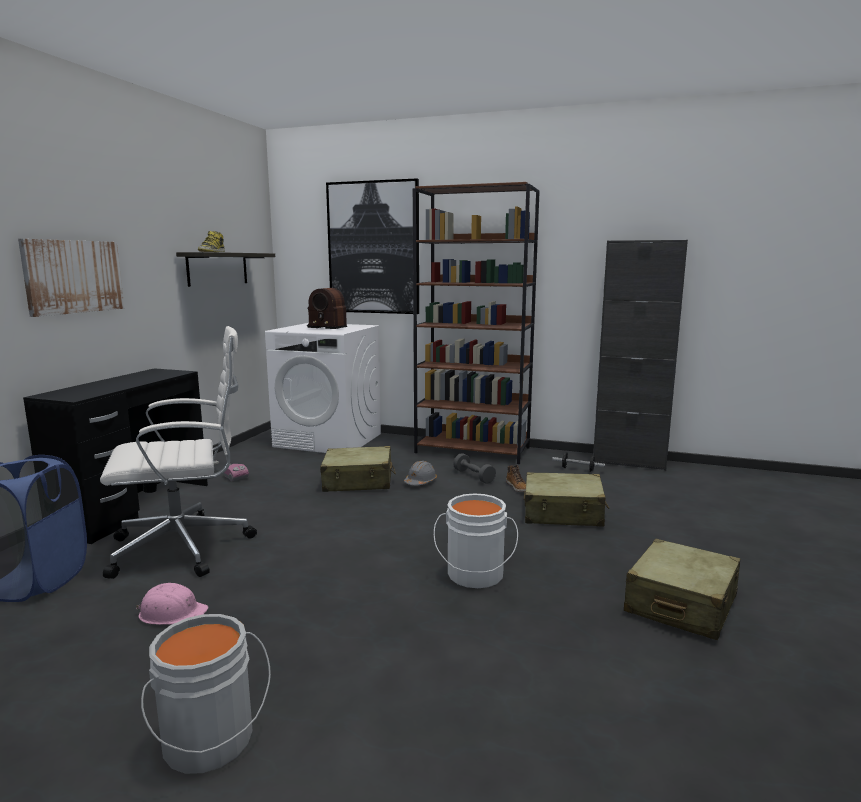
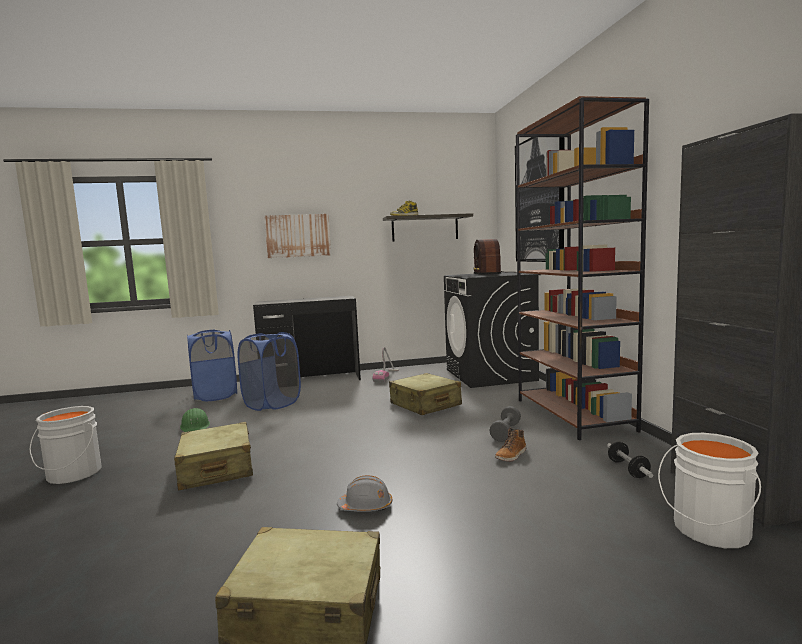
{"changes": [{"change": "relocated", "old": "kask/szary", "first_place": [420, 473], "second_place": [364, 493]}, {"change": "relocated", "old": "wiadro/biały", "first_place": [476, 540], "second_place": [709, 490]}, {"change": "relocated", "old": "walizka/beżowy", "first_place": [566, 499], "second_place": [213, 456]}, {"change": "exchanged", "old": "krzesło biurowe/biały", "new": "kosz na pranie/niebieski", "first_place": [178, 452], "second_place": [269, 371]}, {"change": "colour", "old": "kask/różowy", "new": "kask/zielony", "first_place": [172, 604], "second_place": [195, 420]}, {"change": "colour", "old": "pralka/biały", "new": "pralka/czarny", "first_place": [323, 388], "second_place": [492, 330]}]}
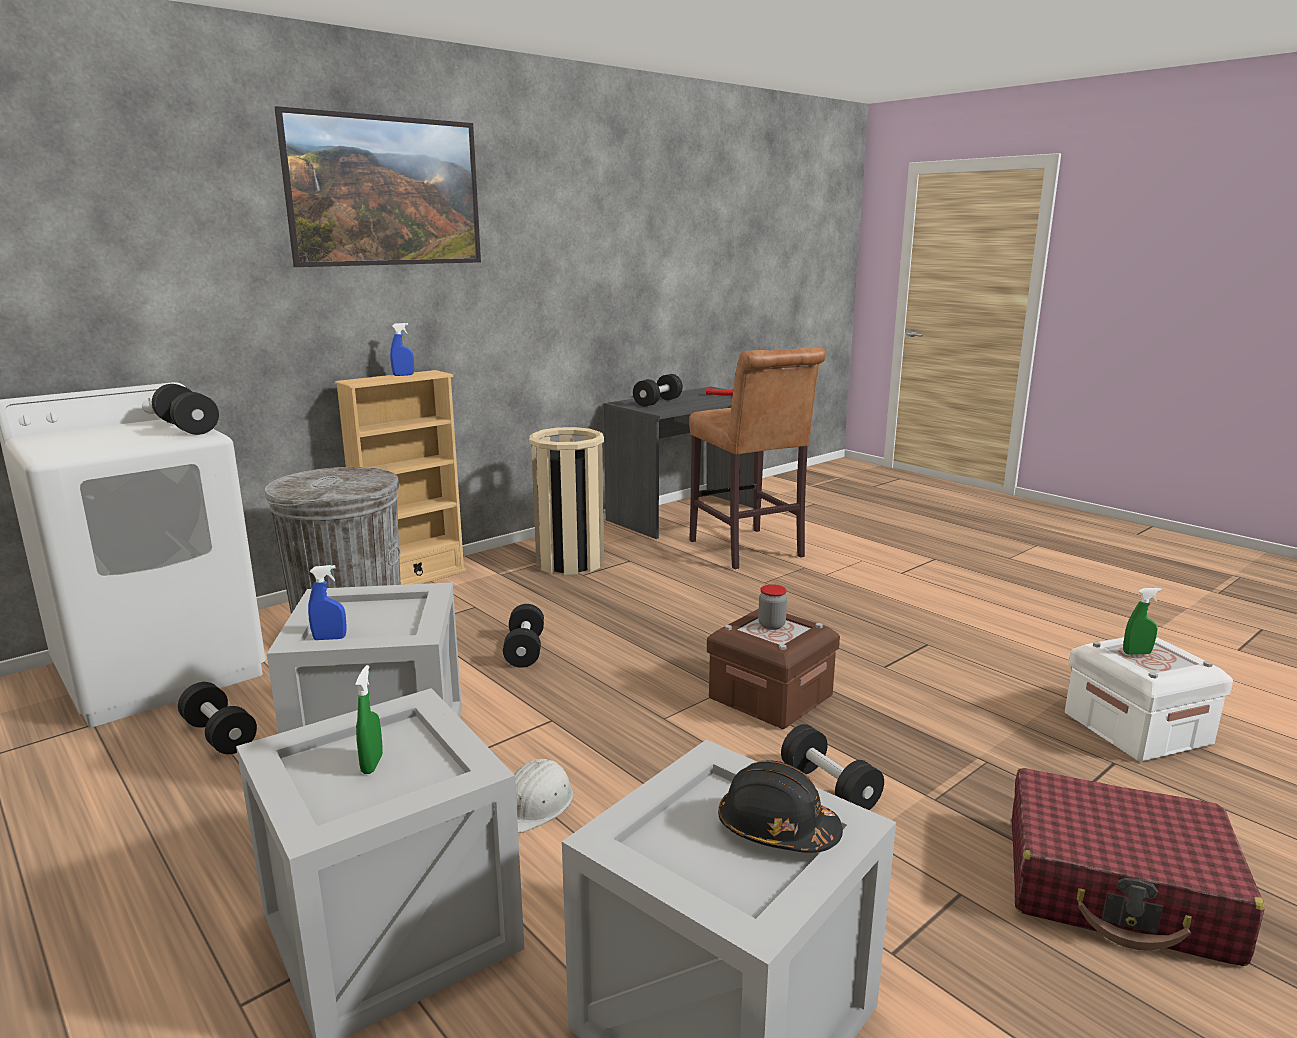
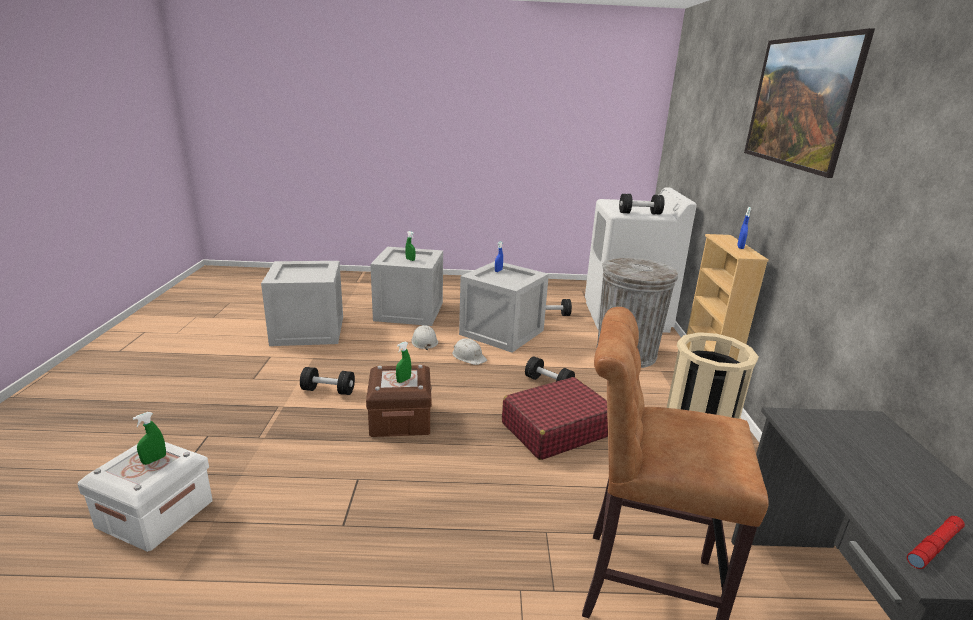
{"changes": [{"change": "missing", "old": "hantel/czarny", "first_place": [658, 390]}, {"change": "missing", "old": "kask/czarny", "first_place": [780, 806]}, {"change": "appeared", "new": "kask/biały", "second_place": [469, 351]}, {"change": "relocated", "old": "walizka/czerwony", "first_place": [1138, 867], "second_place": [555, 418]}, {"change": "exchanged", "old": "słoik", "new": "spryskiwacz/zielony", "first_place": [772, 607], "second_place": [403, 362]}]}
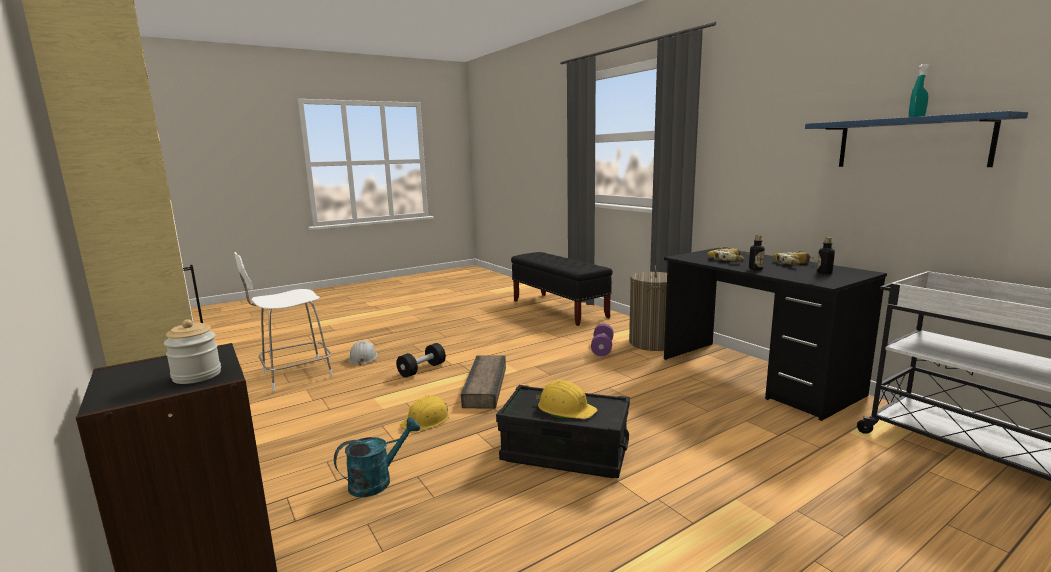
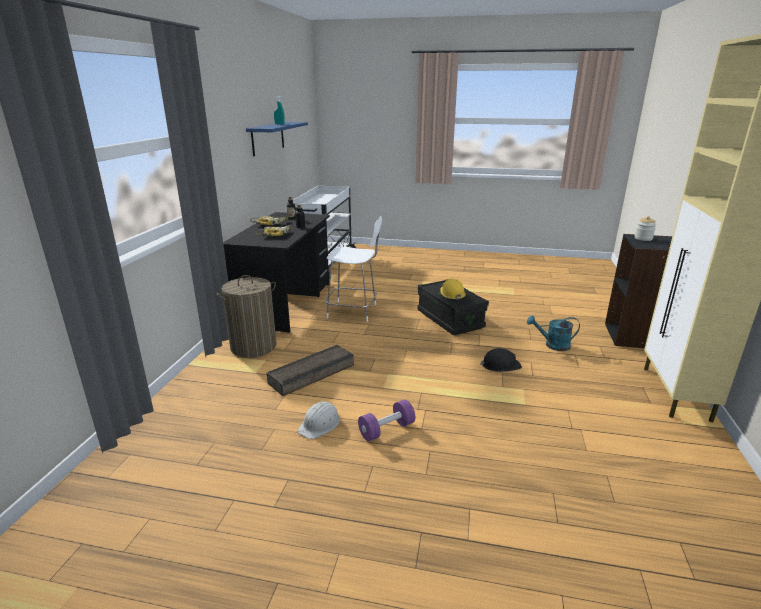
{"changes": [{"change": "missing", "old": "hantel/czarny", "first_place": [421, 360]}, {"change": "missing", "old": "ławka/czarny", "first_place": [562, 289]}, {"change": "relocated", "old": "krzesło/biały", "first_place": [284, 321], "second_place": [353, 269]}, {"change": "relocated", "old": "kask/biały", "first_place": [363, 353], "second_place": [318, 420]}, {"change": "relocated", "old": "skrzynka", "first_place": [483, 381], "second_place": [310, 370]}, {"change": "relocated", "old": "hantel/fioletowy", "first_place": [602, 339], "second_place": [386, 420]}, {"change": "colour", "old": "kask/żółty", "new": "kask/czarny", "first_place": [424, 413], "second_place": [501, 360]}]}
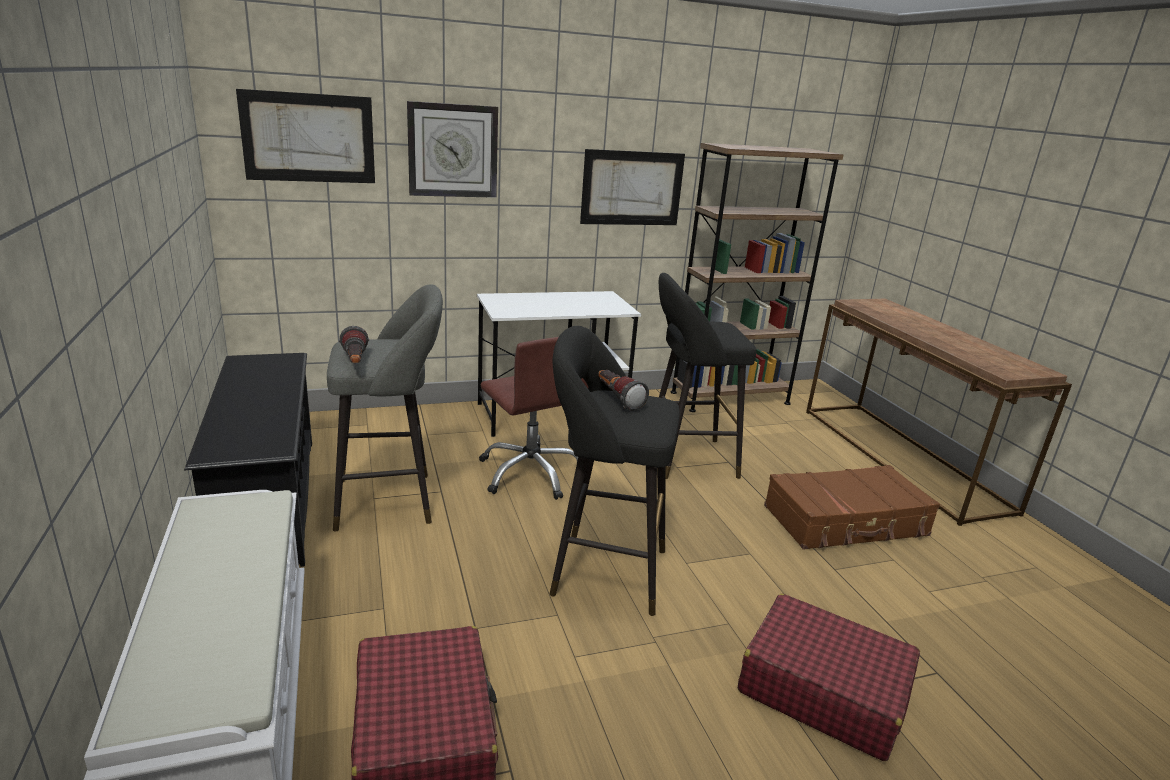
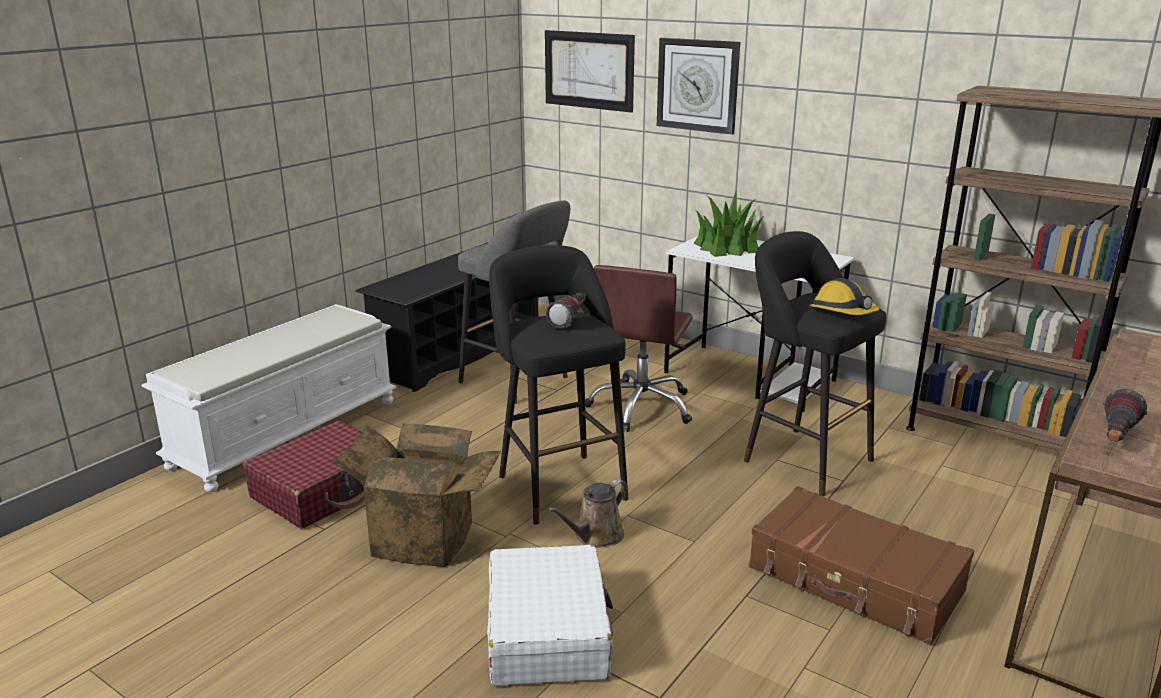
{"changes": [{"change": "missing", "old": "obraz", "first_place": [632, 187]}, {"change": "appeared", "new": "karton", "second_place": [417, 495]}, {"change": "appeared", "new": "konewka/brązowy", "second_place": [587, 513]}, {"change": "appeared", "new": "roślina doniczkowa", "second_place": [729, 224]}, {"change": "appeared", "new": "kask", "second_place": [844, 296]}, {"change": "relocated", "old": "latarka", "first_place": [354, 344], "second_place": [1125, 415]}, {"change": "colour", "old": "walizka/czerwony", "new": "walizka/biały", "first_place": [829, 677], "second_place": [550, 615]}]}
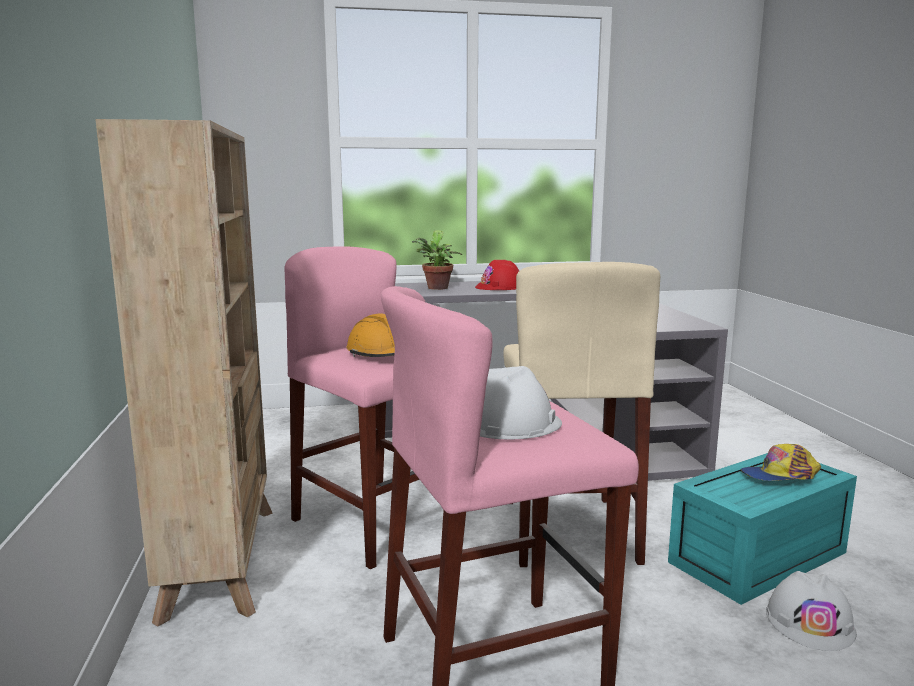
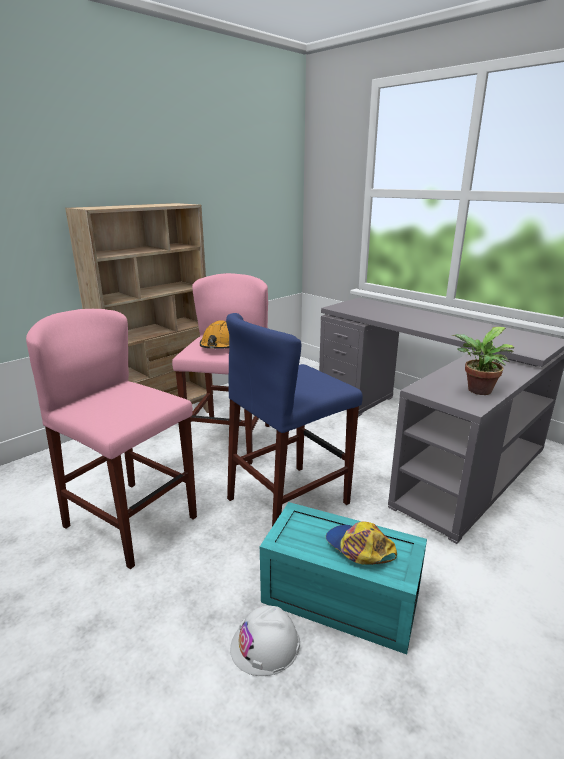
{"changes": [{"change": "missing", "old": "kask/czerwony", "first_place": [497, 275]}, {"change": "missing", "old": "kask/biały", "first_place": [521, 403]}, {"change": "relocated", "old": "roślina doniczkowa", "first_place": [437, 260], "second_place": [483, 361]}, {"change": "colour", "old": "stołek/beżowy", "new": "stołek/niebieski", "first_place": [581, 414], "second_place": [294, 420]}]}
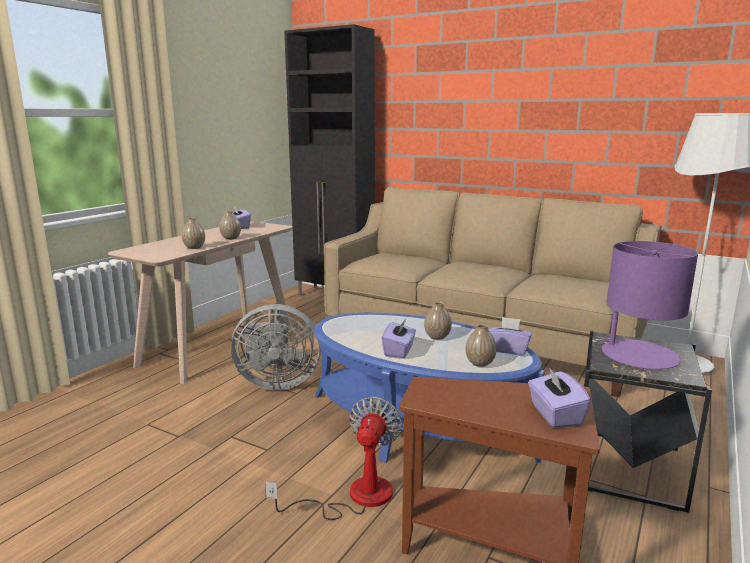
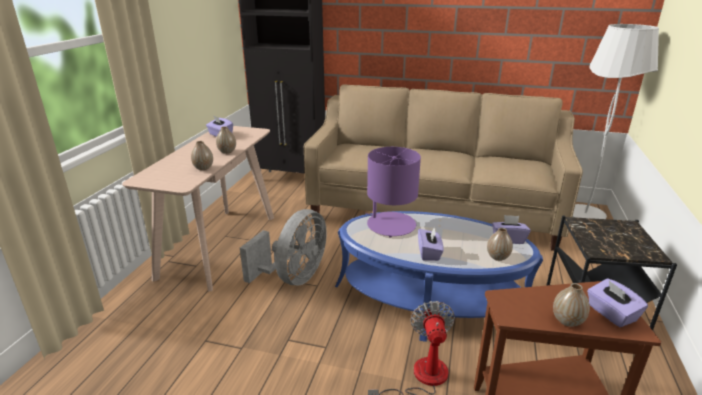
{"changes": [{"change": "relocated", "old": "wazon", "first_place": [438, 321], "second_place": [571, 305]}, {"change": "relocated", "old": "lampa stołowa/fioletowy", "first_place": [647, 305], "second_place": [393, 192]}, {"change": "spun", "old": "wentylator/szary", "first_place": [276, 347], "second_place": [283, 247], "degrees": -45}]}
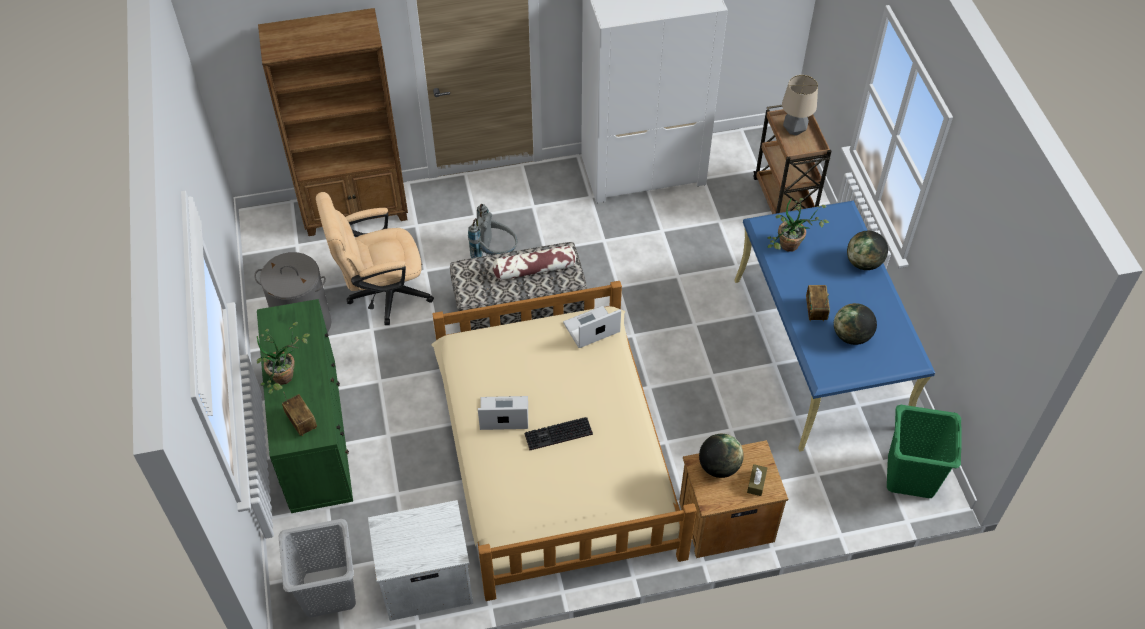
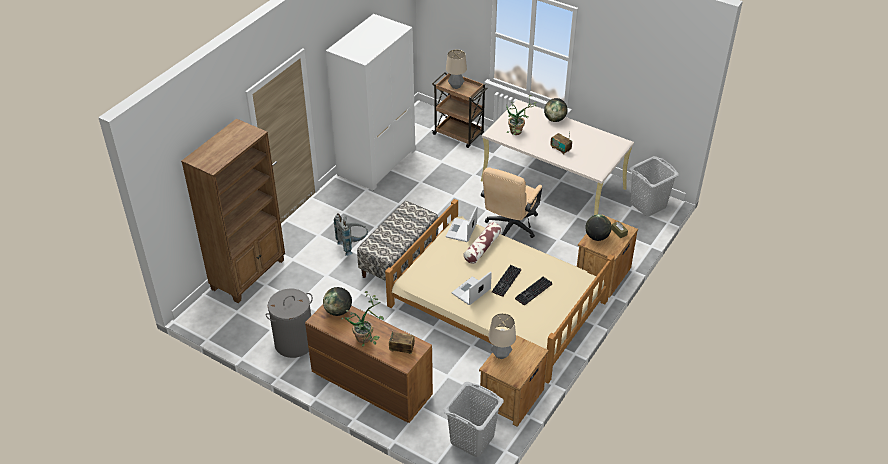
{"changes": [{"change": "appeared", "new": "lampa stołowa", "second_place": [502, 336]}, {"change": "appeared", "new": "klawiatura", "second_place": [534, 291]}, {"change": "relocated", "old": "krzesło biurowe/beżowy", "first_place": [375, 258], "second_place": [511, 202]}, {"change": "relocated", "old": "poduszka", "first_place": [534, 263], "second_place": [482, 243]}, {"change": "relocated", "old": "globus", "first_place": [855, 324], "second_place": [337, 301]}, {"change": "colour", "old": "komoda/zielony", "new": "komoda/brązowy", "first_place": [305, 406], "second_place": [369, 364]}, {"change": "colour", "old": "szafka nocna/biały", "new": "szafka nocna/brązowy", "first_place": [420, 560], "second_place": [514, 381]}, {"change": "colour", "old": "biurko/niebieski", "new": "biurko/beżowy", "first_place": [834, 326], "second_place": [557, 157]}, {"change": "colour", "old": "kosz na pranie/zielony", "new": "kosz na pranie/szary", "first_place": [924, 451], "second_place": [654, 186]}]}
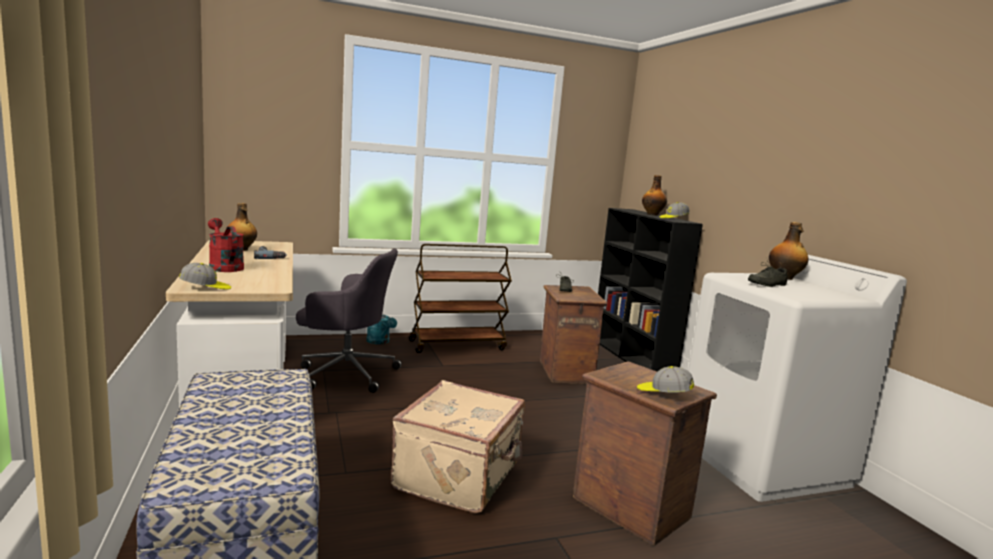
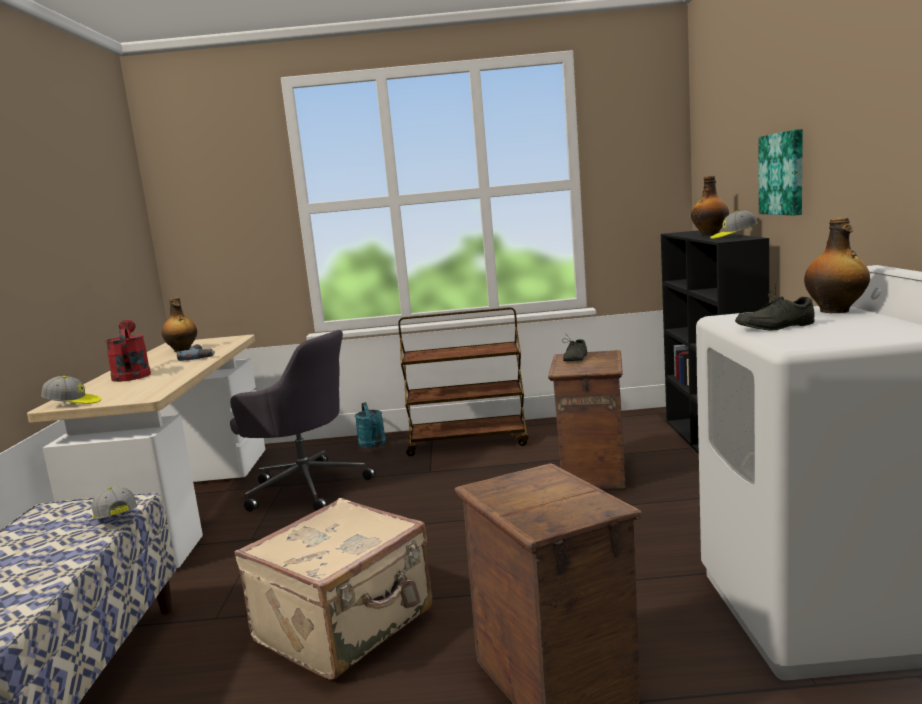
{"changes": [{"change": "appeared", "new": "obraz", "second_place": [780, 172]}, {"change": "relocated", "old": "czapka z daszkiem", "first_place": [665, 379], "second_place": [114, 503]}]}
